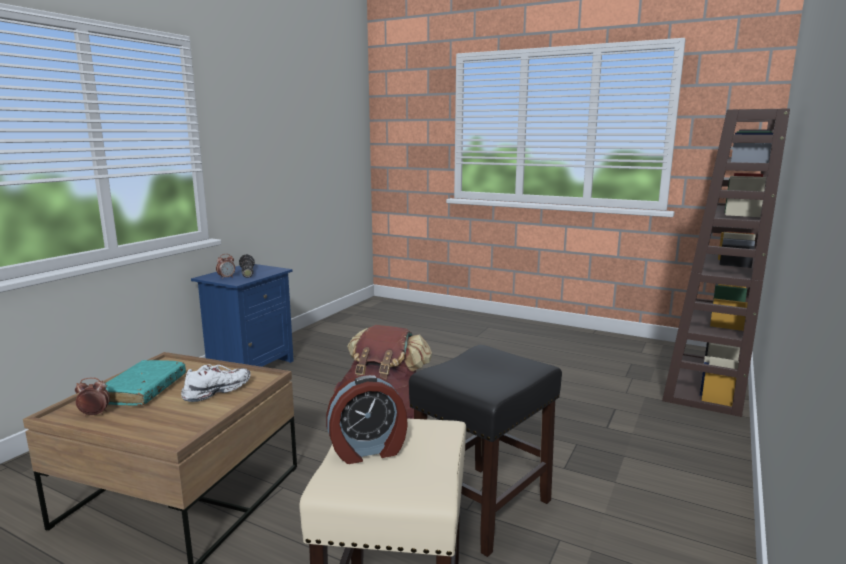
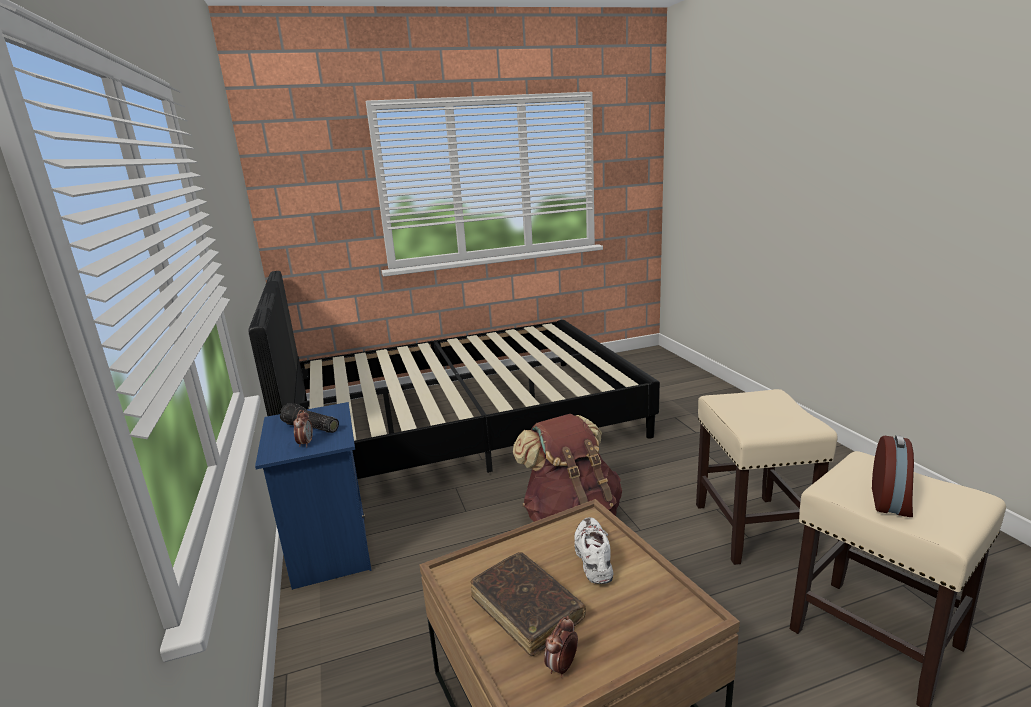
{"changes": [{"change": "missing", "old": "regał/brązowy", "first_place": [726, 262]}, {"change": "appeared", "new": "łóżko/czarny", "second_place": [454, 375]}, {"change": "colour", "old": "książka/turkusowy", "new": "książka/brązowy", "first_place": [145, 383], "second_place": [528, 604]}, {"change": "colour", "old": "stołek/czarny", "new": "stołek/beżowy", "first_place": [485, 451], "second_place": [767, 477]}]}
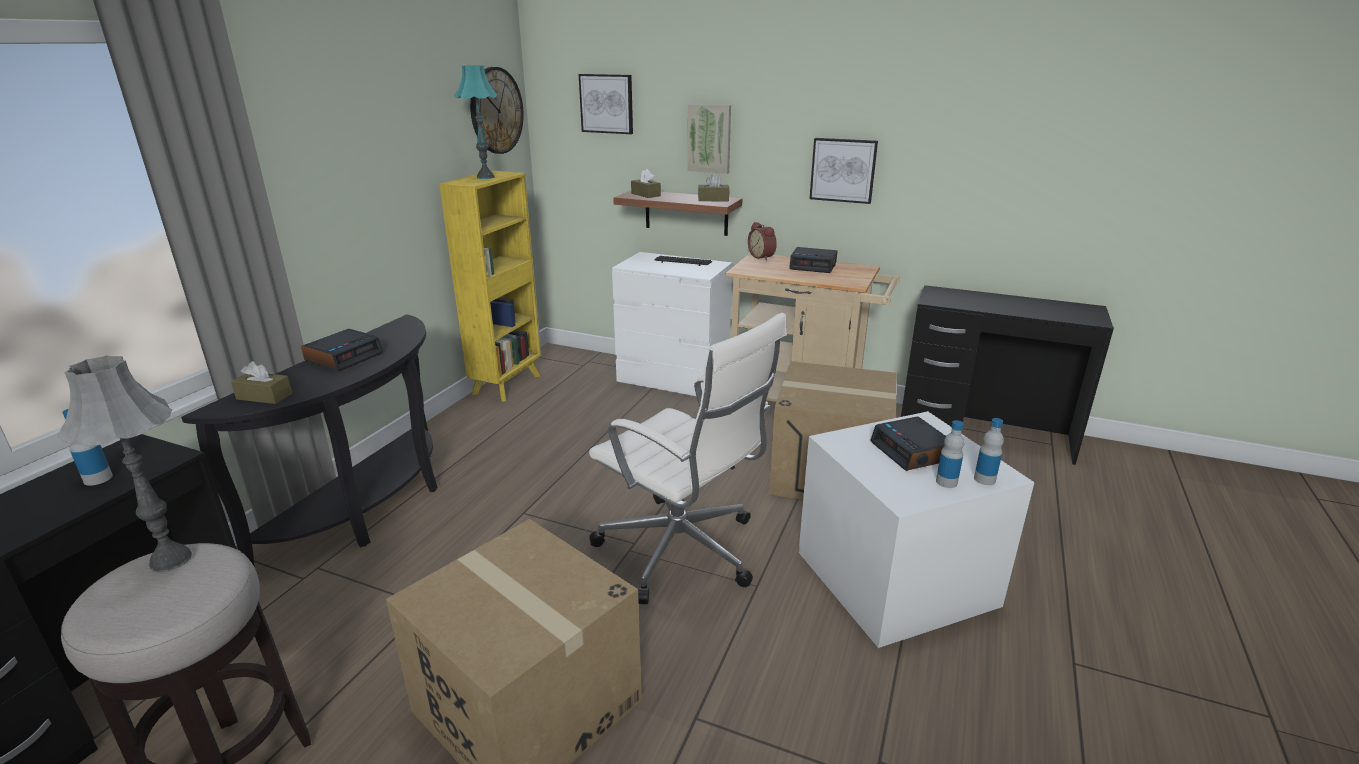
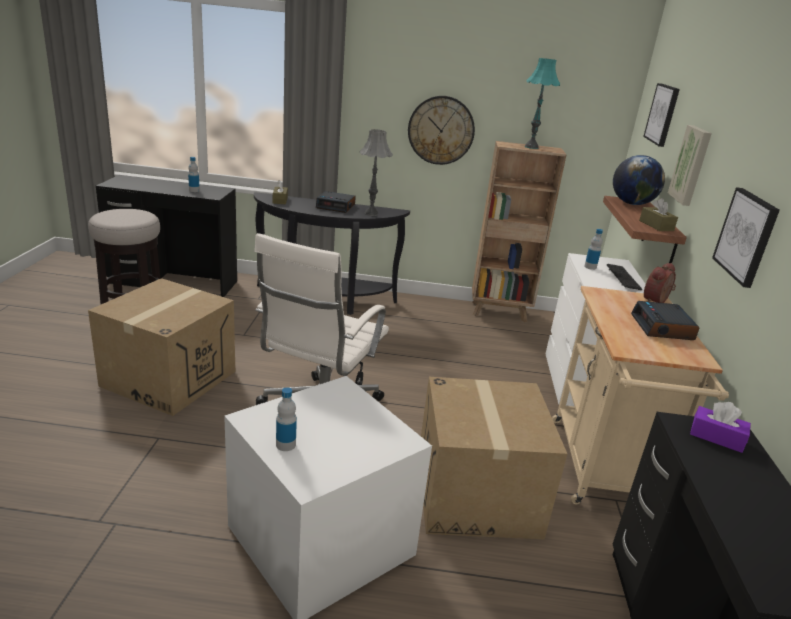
{"changes": [{"change": "missing", "old": "budzik", "first_place": [908, 444]}, {"change": "appeared", "new": "pudełko chusteczek/fioletowy", "second_place": [720, 427]}, {"change": "relocated", "old": "lampa stołowa/szary", "first_place": [124, 463], "second_place": [376, 172]}, {"change": "relocated", "old": "zegar ścienny", "first_place": [497, 110], "second_place": [441, 130]}, {"change": "relocated", "old": "butelka", "first_place": [989, 451], "second_place": [593, 249]}, {"change": "exchanged", "old": "pudełko chusteczek/brązowy", "new": "globus", "first_place": [646, 183], "second_place": [639, 180]}, {"change": "colour", "old": "regał/żółty", "new": "regał/brązowy", "first_place": [490, 286], "second_place": [519, 231]}]}
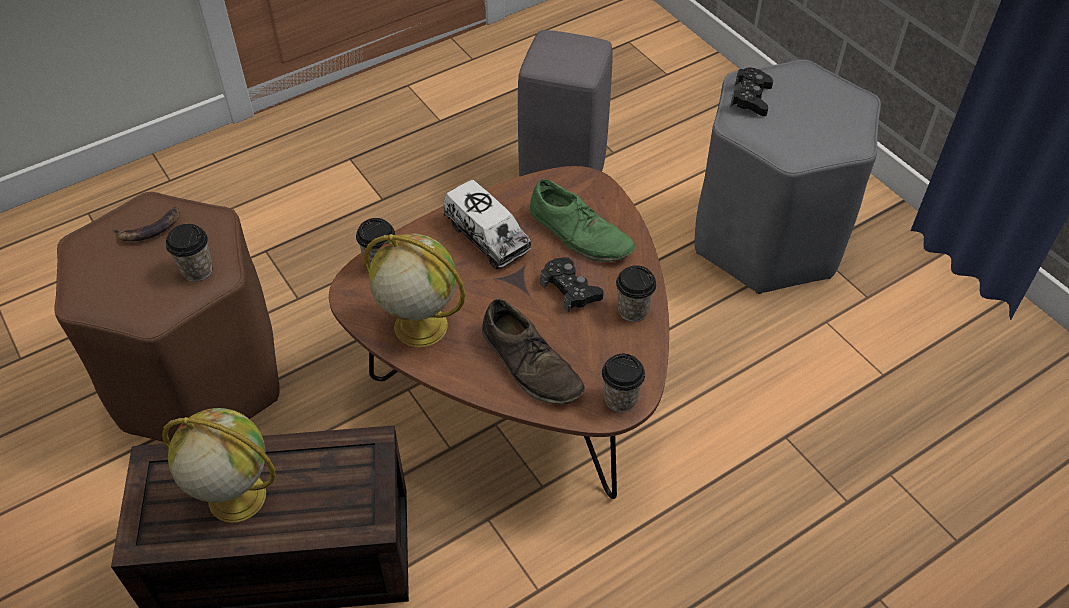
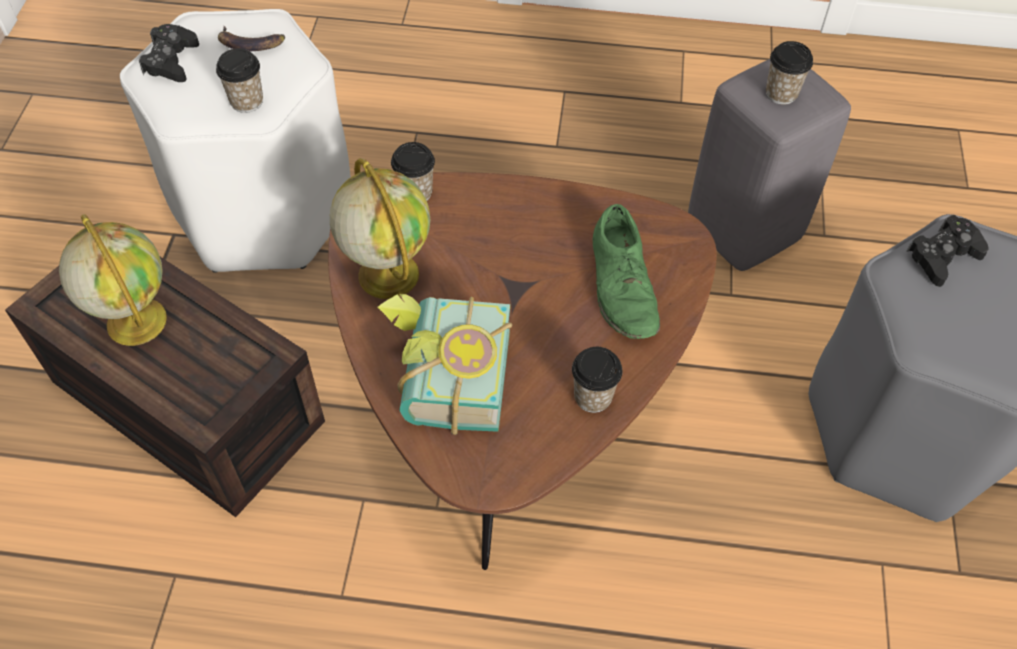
{"changes": [{"change": "missing", "old": "ciężarówka zabawkowa", "first_place": [487, 224]}, {"change": "relocated", "old": "pad do gier/czarny", "first_place": [571, 285], "second_place": [169, 53]}, {"change": "relocated", "old": "filiżanka", "first_place": [623, 383], "second_place": [789, 73]}, {"change": "exchanged", "old": "but/brązowy", "new": "książka", "first_place": [533, 351], "second_place": [444, 364]}, {"change": "colour", "old": "stołek/brązowy", "new": "stołek/biały", "first_place": [167, 317], "second_place": [235, 141]}]}
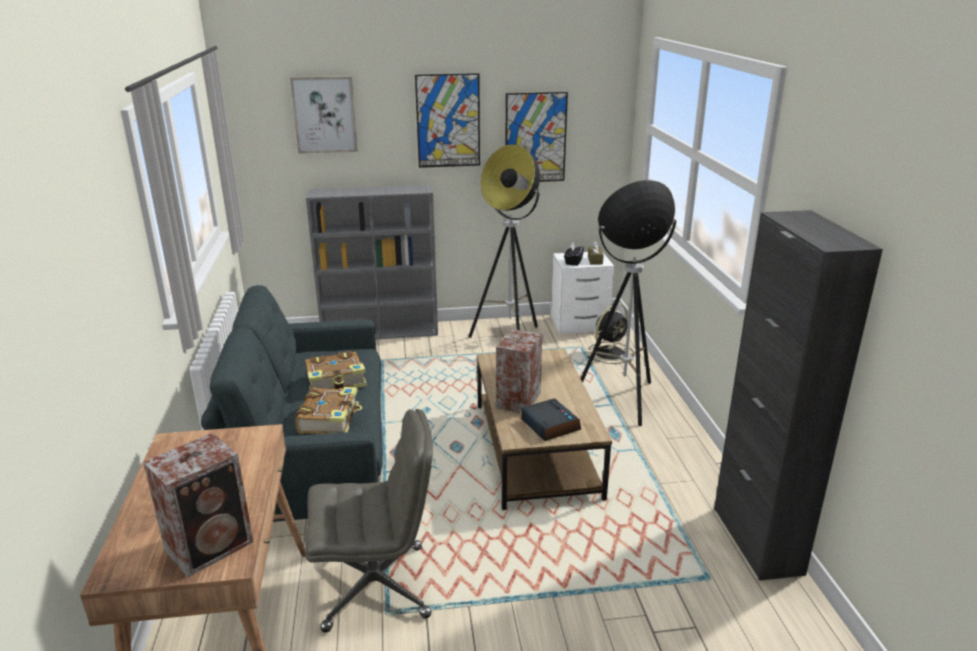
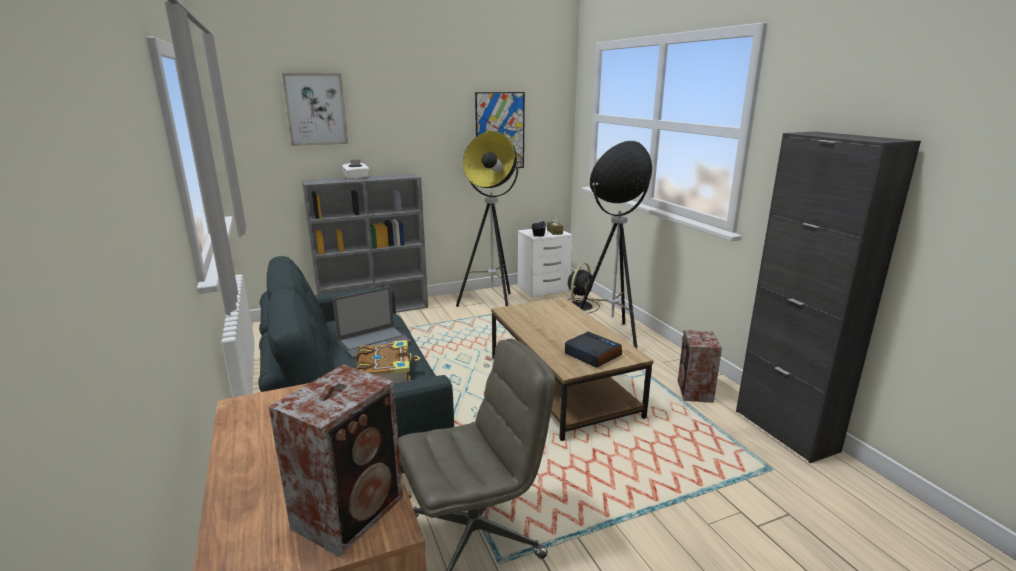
{"changes": [{"change": "missing", "old": "obraz", "first_place": [447, 120]}, {"change": "appeared", "new": "pudełko chusteczek/biały", "second_place": [355, 169]}, {"change": "relocated", "old": "głośnik", "first_place": [519, 371], "second_place": [700, 366]}, {"change": "exchanged", "old": "książka", "new": "laptop", "first_place": [336, 370], "second_place": [372, 322]}]}
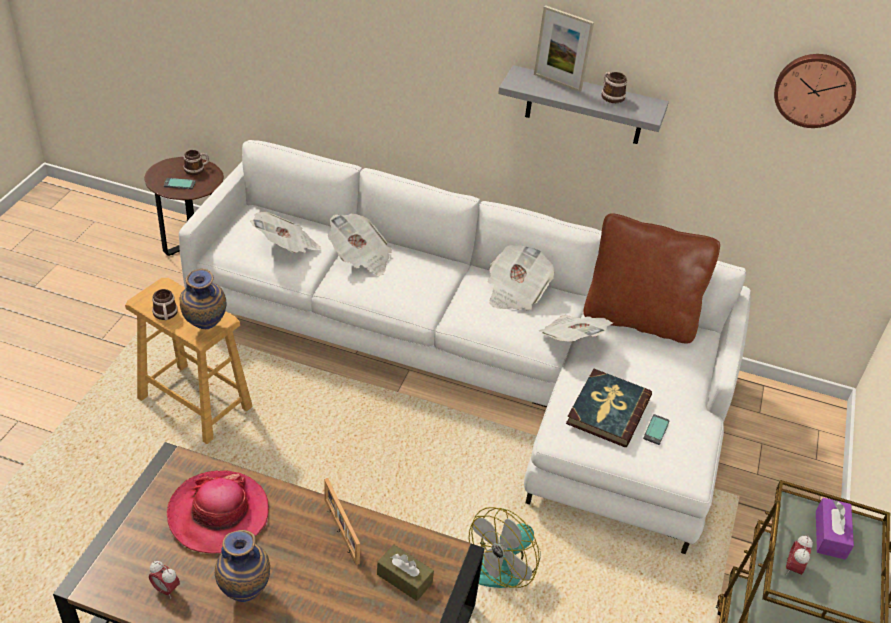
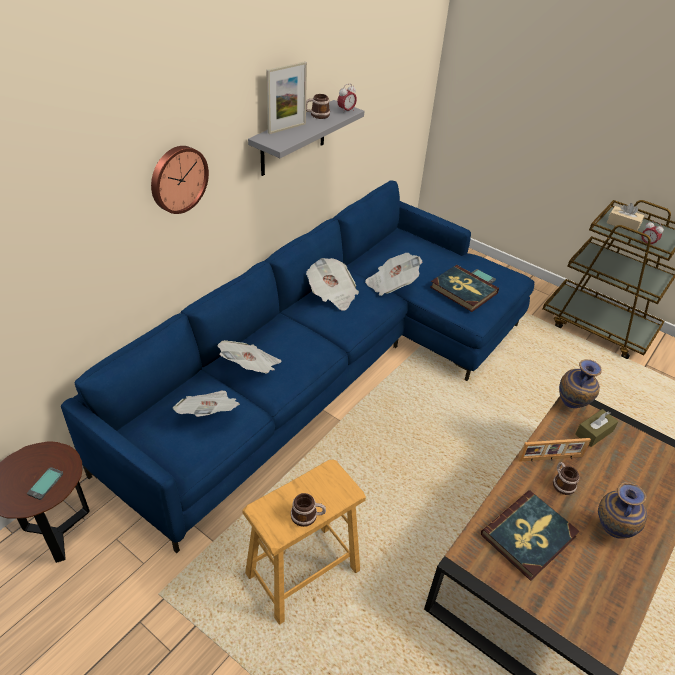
{"changes": [{"change": "missing", "old": "wentylator", "first_place": [505, 547]}, {"change": "missing", "old": "poduszka/brązowy", "first_place": [651, 278]}, {"change": "relocated", "old": "budzik", "first_place": [164, 580], "second_place": [347, 99]}, {"change": "relocated", "old": "wazon", "first_place": [203, 299], "second_place": [580, 383]}, {"change": "relocated", "old": "kubek", "first_place": [196, 162], "second_place": [566, 478]}, {"change": "relocated", "old": "zegar ścienny", "first_place": [815, 91], "second_place": [180, 180]}, {"change": "exchanged", "old": "kapelusz", "new": "książka", "first_place": [218, 512], "second_place": [530, 535]}, {"change": "colour", "old": "kanapa/biały", "new": "kanapa/niebieski", "first_place": [465, 347], "second_place": [297, 366]}, {"change": "colour", "old": "pudełko chusteczek/fioletowy", "new": "pudełko chusteczek/beżowy", "first_place": [835, 529], "second_place": [625, 217]}]}
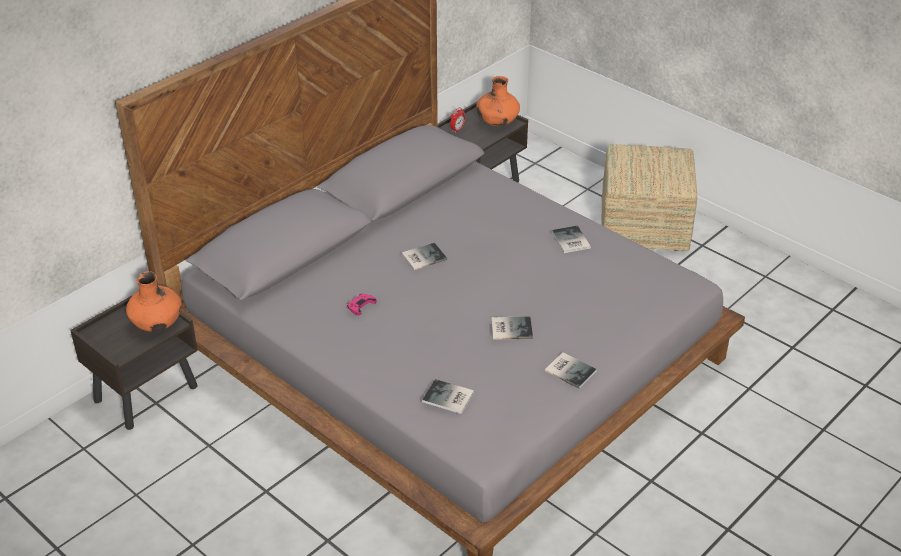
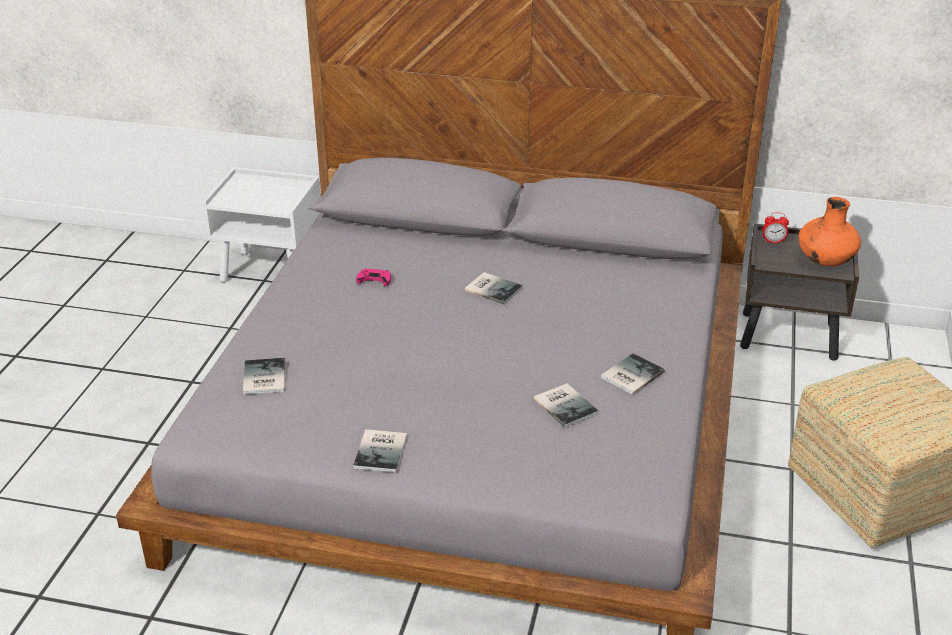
{"changes": [{"change": "missing", "old": "wazon/pomarańczowy", "first_place": [154, 301]}, {"change": "relocated", "old": "książka", "first_place": [512, 328], "second_place": [566, 405]}, {"change": "colour", "old": "szafka nocna/brązowy", "new": "szafka nocna/biały", "first_place": [134, 363], "second_place": [261, 224]}]}
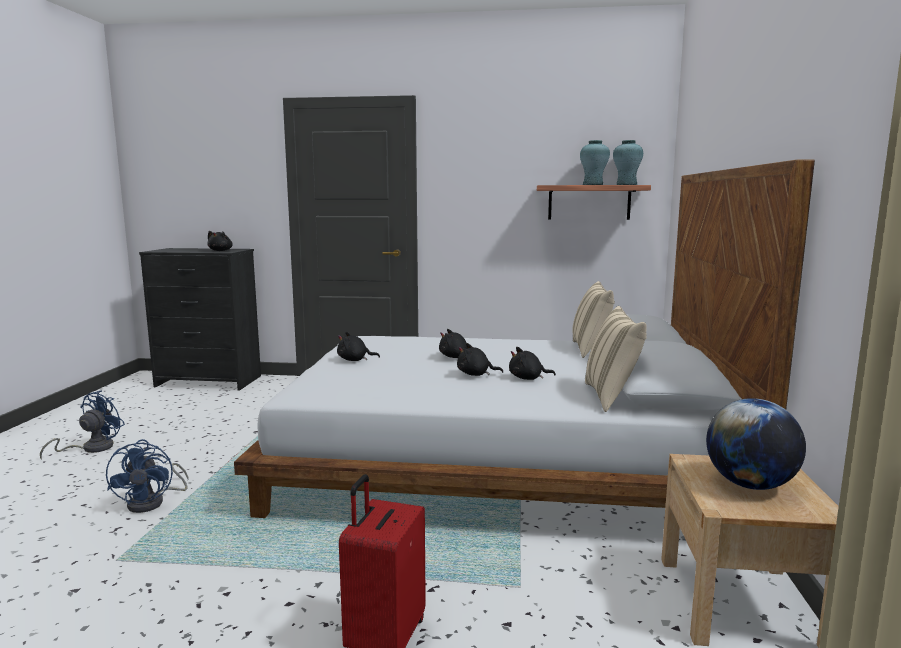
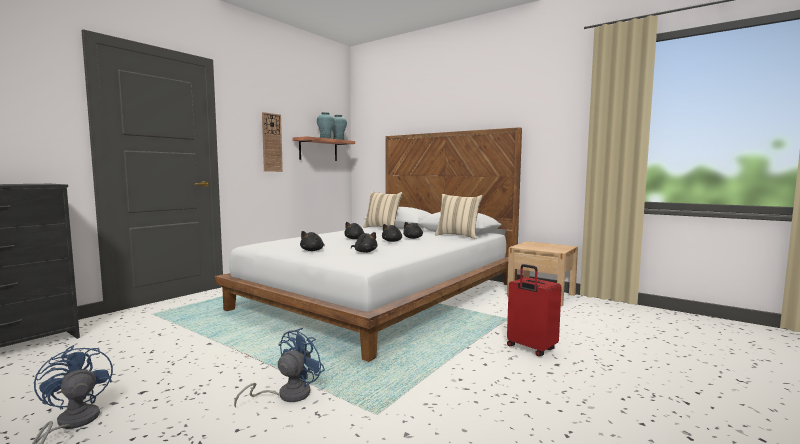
{"changes": [{"change": "missing", "old": "globus", "first_place": [756, 444]}, {"change": "appeared", "new": "zegar ścienny", "second_place": [272, 142]}, {"change": "relocated", "old": "pluszak/czarny", "first_place": [220, 241], "second_place": [364, 242]}, {"change": "spun", "old": "wentylator/niebieski", "first_place": [147, 476], "second_place": [279, 368], "degrees": -75}]}
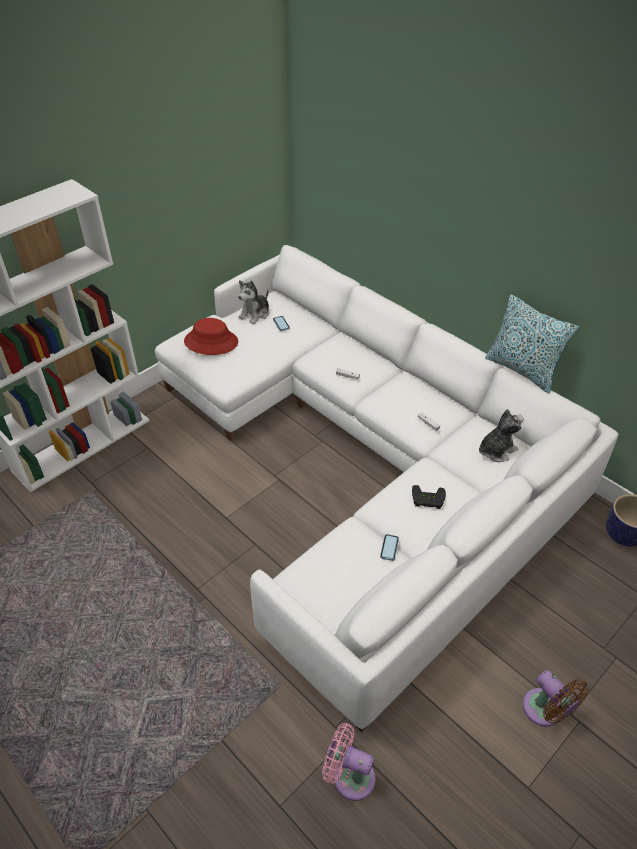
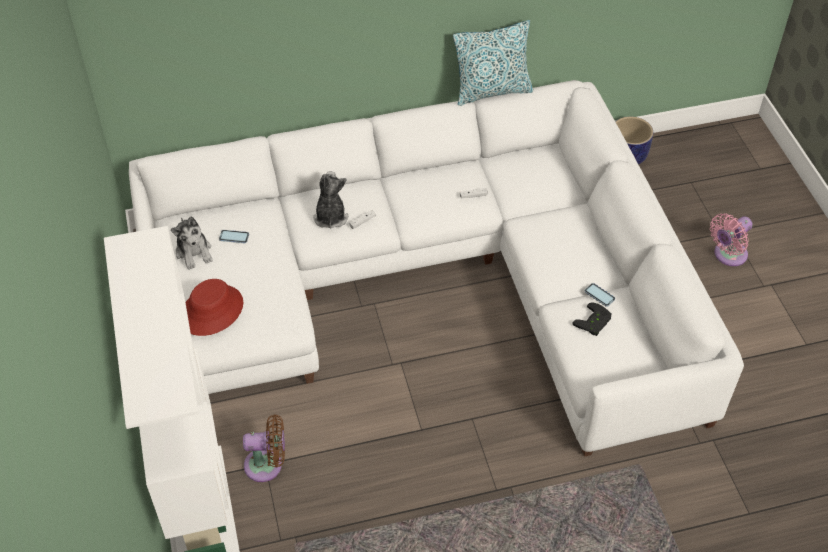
{"changes": [{"change": "relocated", "old": "wentylator/różowy", "first_place": [349, 762], "second_place": [731, 239]}, {"change": "relocated", "old": "pad do gier/czarny", "first_place": [429, 497], "second_place": [591, 319]}, {"change": "relocated", "old": "pluszak", "first_place": [501, 435], "second_place": [330, 199]}, {"change": "relocated", "old": "wentylator/brązowy", "first_place": [556, 698], "second_place": [264, 448]}]}
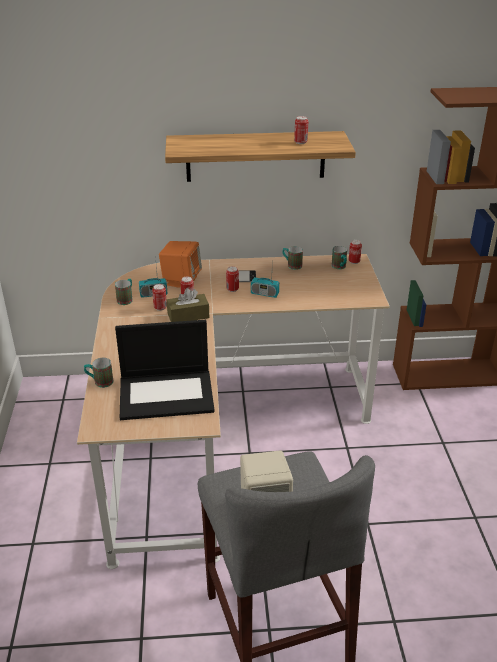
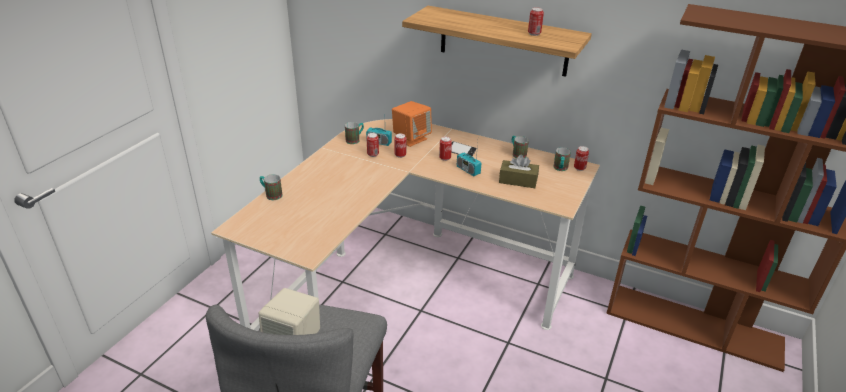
{"changes": [{"change": "missing", "old": "laptop", "first_place": [165, 370]}, {"change": "relocated", "old": "pudełko chusteczek/brązowy", "first_place": [188, 305], "second_place": [519, 171]}]}
